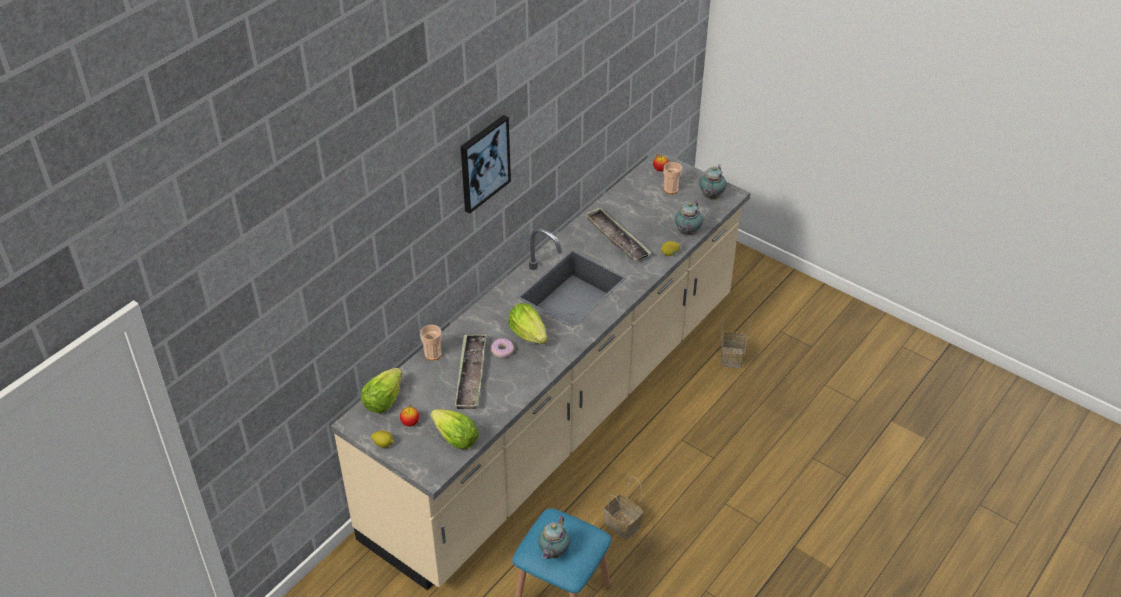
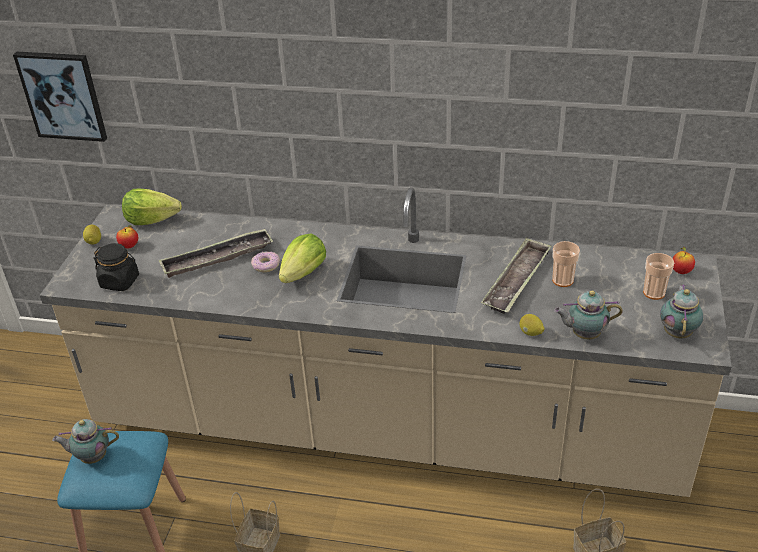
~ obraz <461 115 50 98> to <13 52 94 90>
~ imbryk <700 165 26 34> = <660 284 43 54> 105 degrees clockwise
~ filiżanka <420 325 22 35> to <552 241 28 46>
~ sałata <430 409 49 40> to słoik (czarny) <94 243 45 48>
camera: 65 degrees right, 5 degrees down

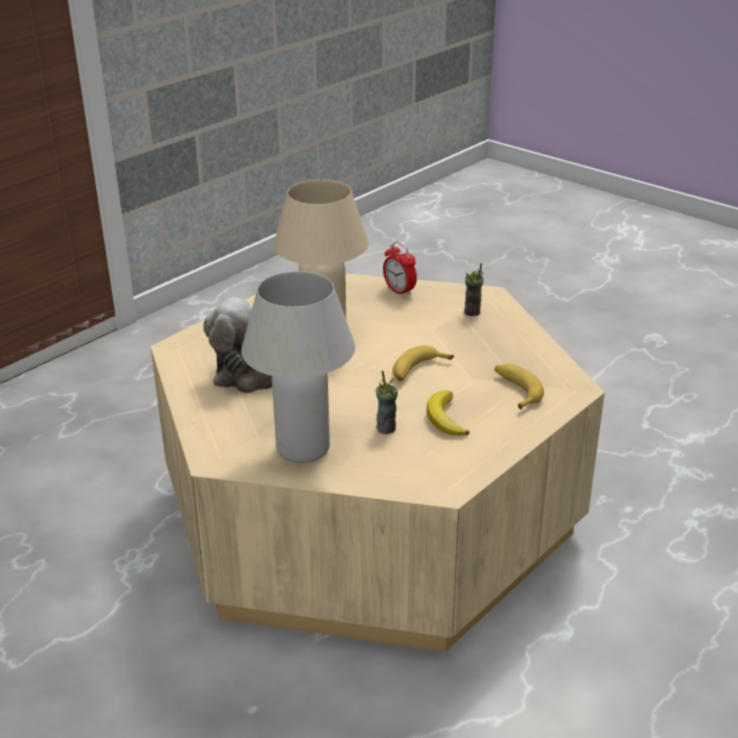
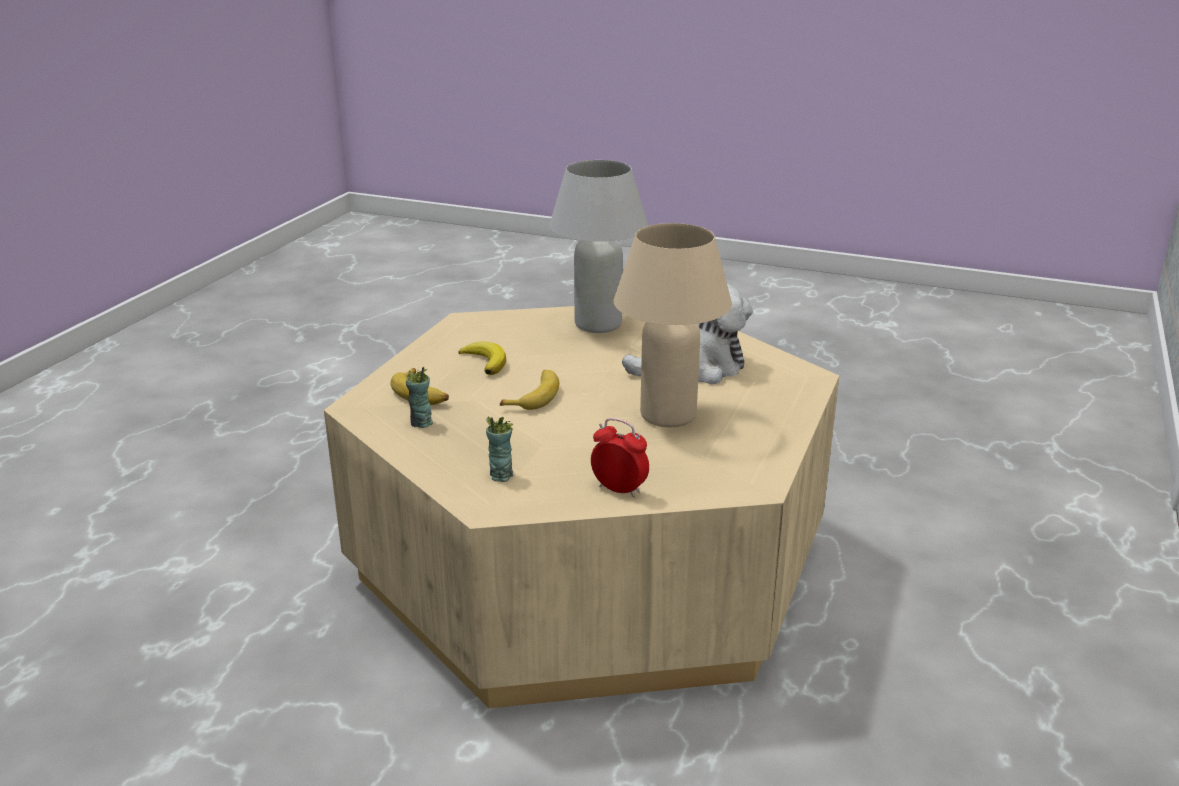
~ filiżanka <376 371 22 63> to <406 367 27 61>
camera: 160 degrees right, 5 degrees down

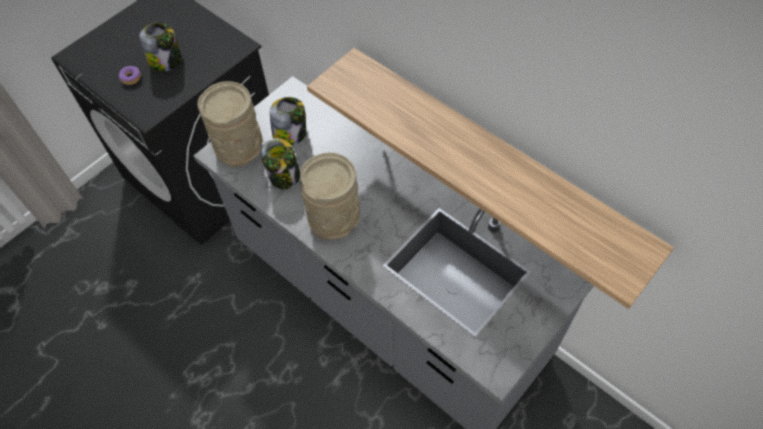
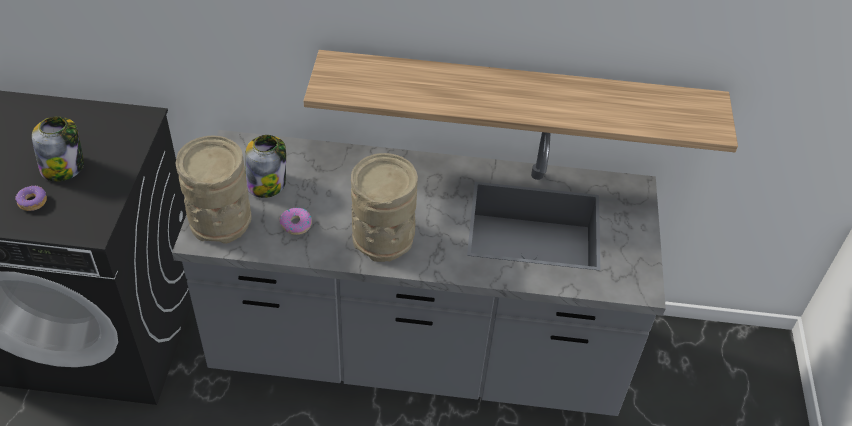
~ słoik <261 138 39 51> to donut <280 207 32 28>
camera: 40 degrees left, 10 degrees down

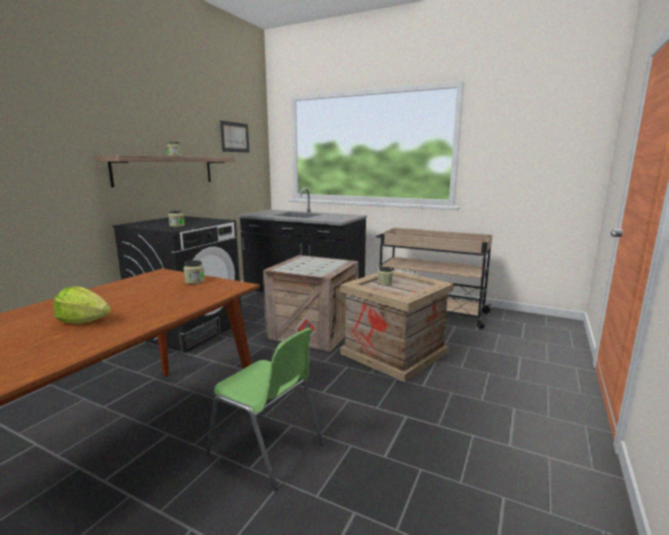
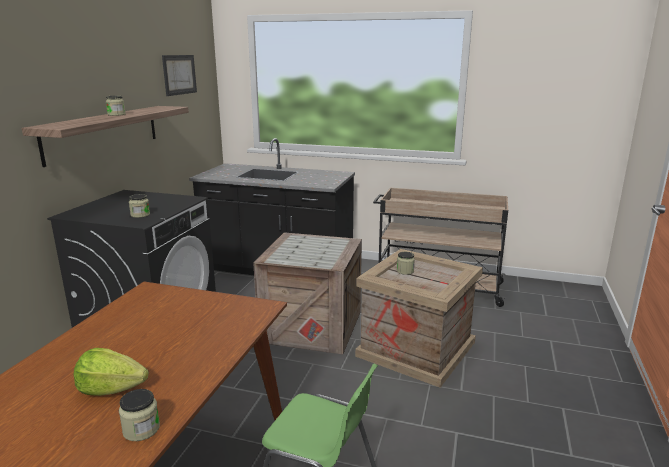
~ słoik <183 260 22 24> to <119 389 41 52>
camera: 10 degrees left, 5 degrees up

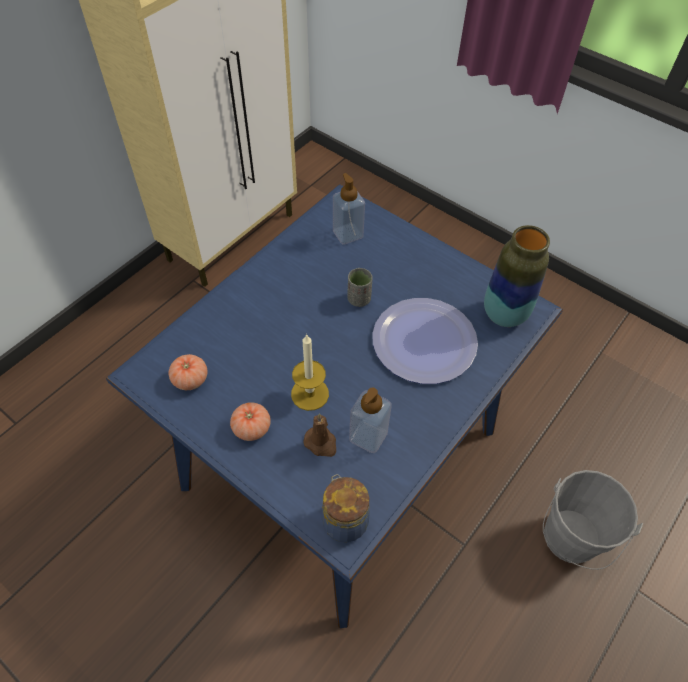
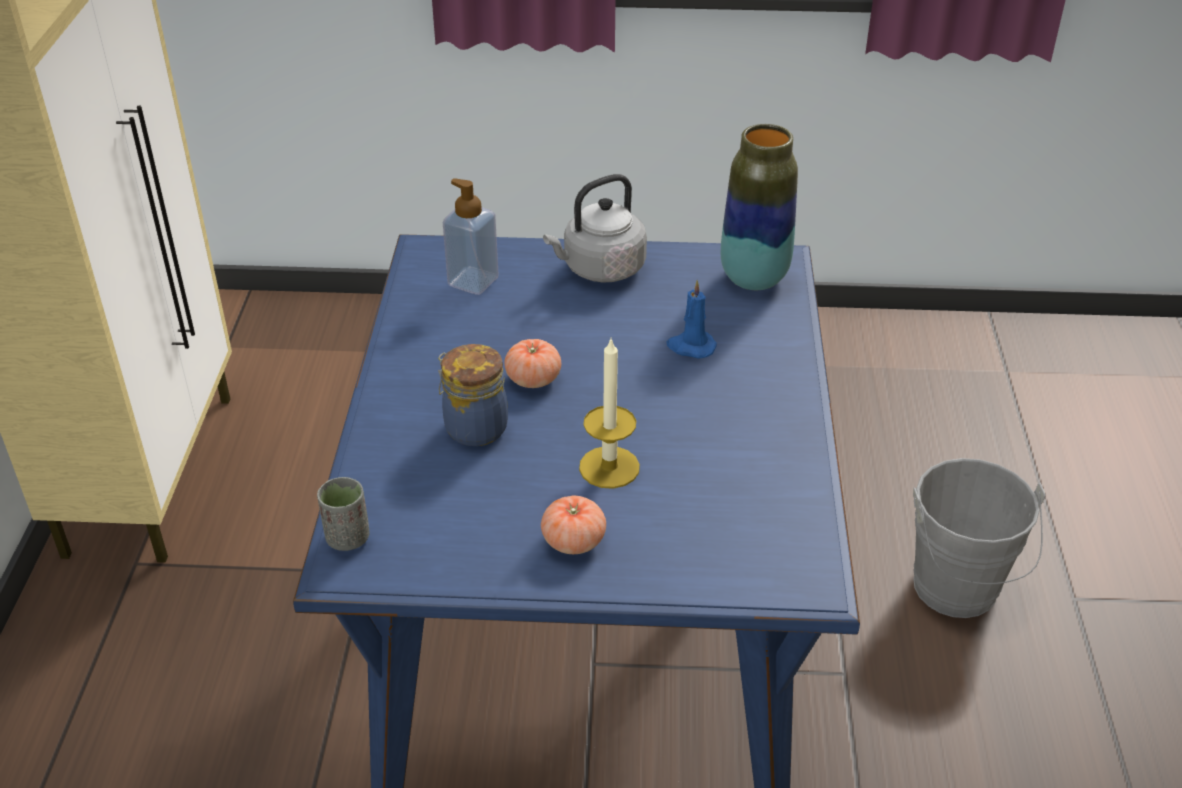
~ filiżanka (szary) <348 268 25 39> to <317 477 53 74>
~ talerz <372 298 106 86> to świeca (niebieski) <666 280 51 79>
~ pomidor <168 354 40 36> to <504 339 57 49>
- dozownik mydła <349 388 43 65>
- świeca (brązowy) <303 413 33 44>
~ słoik <322 474 48 68> to <438 344 70 102>
+ czajnik (szary) <543 174 104 109>
camera: 35 degrees left, 15 degrees down

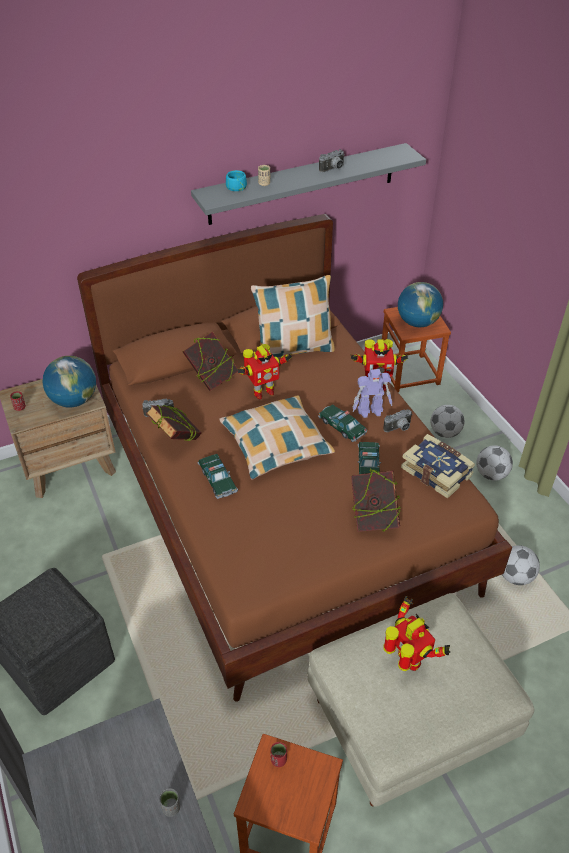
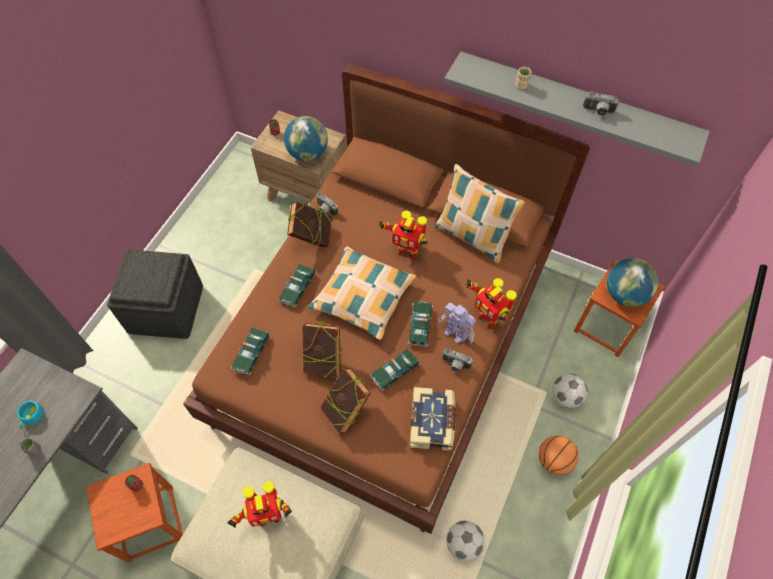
~ filiżanka (turkusowy) <226 170 21 21> to <17 401 27 27>
~ książka <183 332 55 59> to <302 323 40 55>
~ piłka futbolowa <477 445 36 36> to piłka do koszykówki <539 435 40 40>
~ robot zabawkowy <383 596 67 75> = <227 481 65 46> 60 degrees clockwise
+ samochodzik <231 327 39 48>
camera: 50 degrees right, 15 degrees up

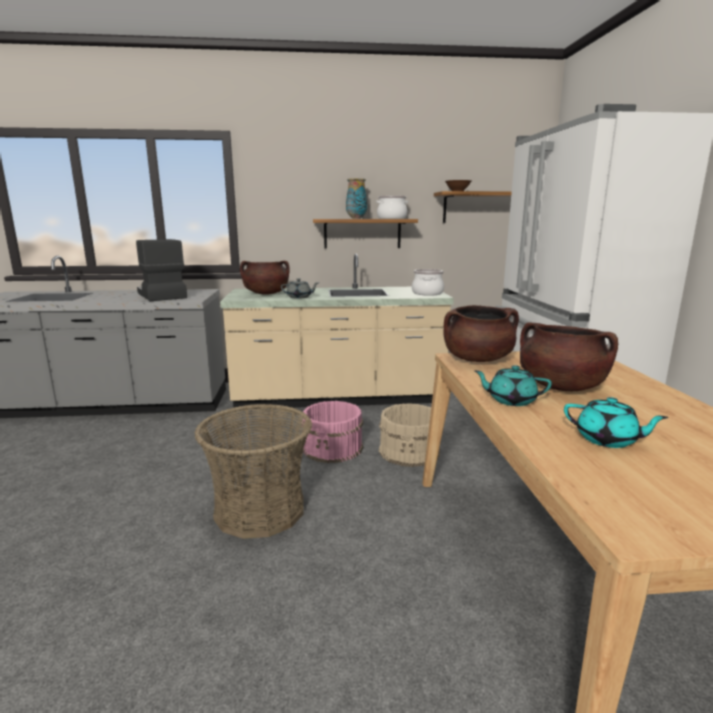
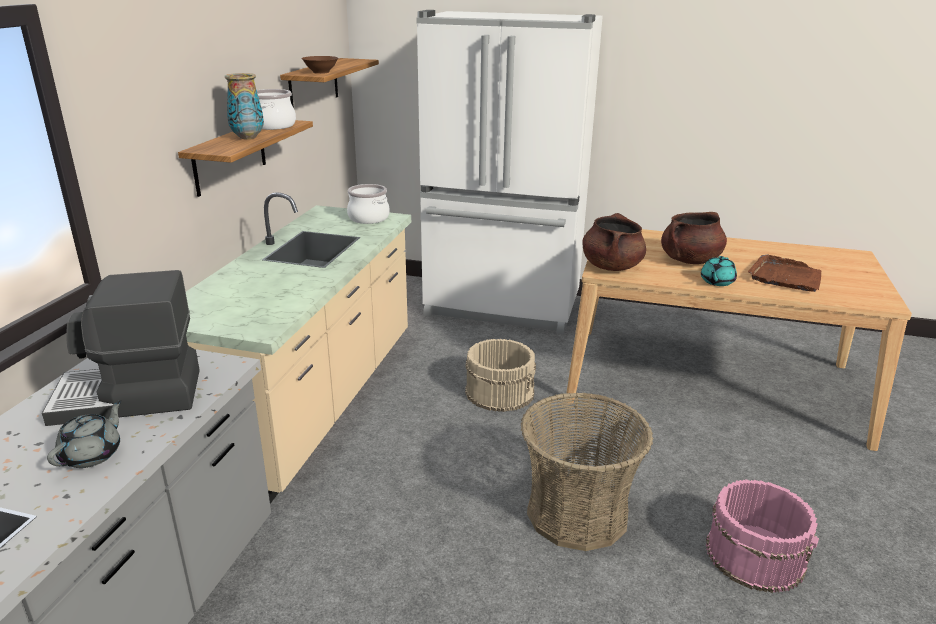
- garnek (brązowy) <240 261 50 34>
~ imbryk (szary) <281 279 37 20> to <47 400 75 68>
~ imbryk (turkusowy) <564 397 105 51> to taca (brązowy) <748 255 73 37>
~ wiadro (różowy) <302 401 61 62> to <706 479 113 114>
camera: 70 degrees left, 10 degrees up

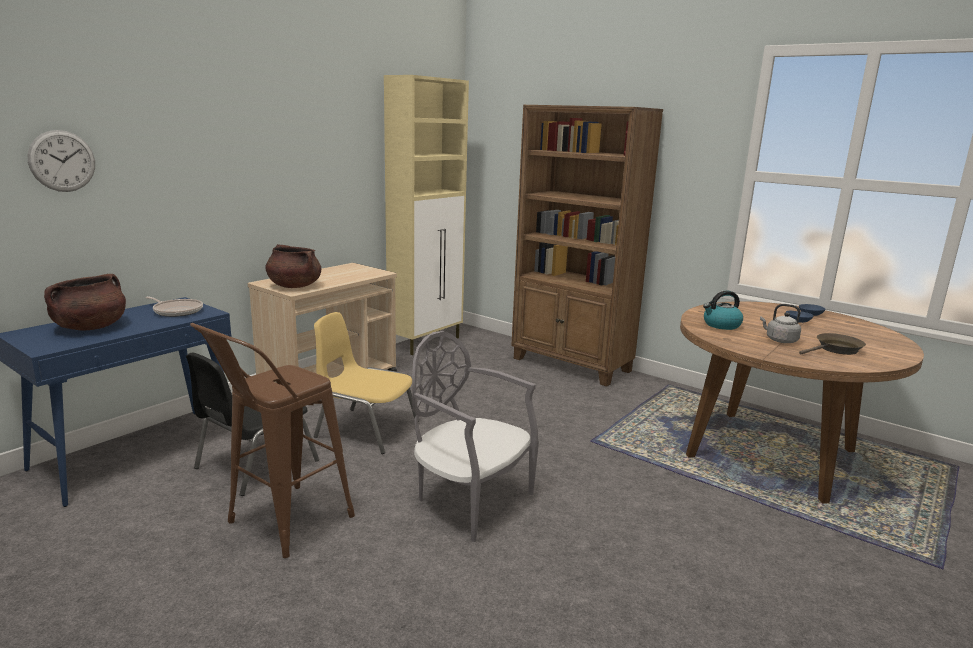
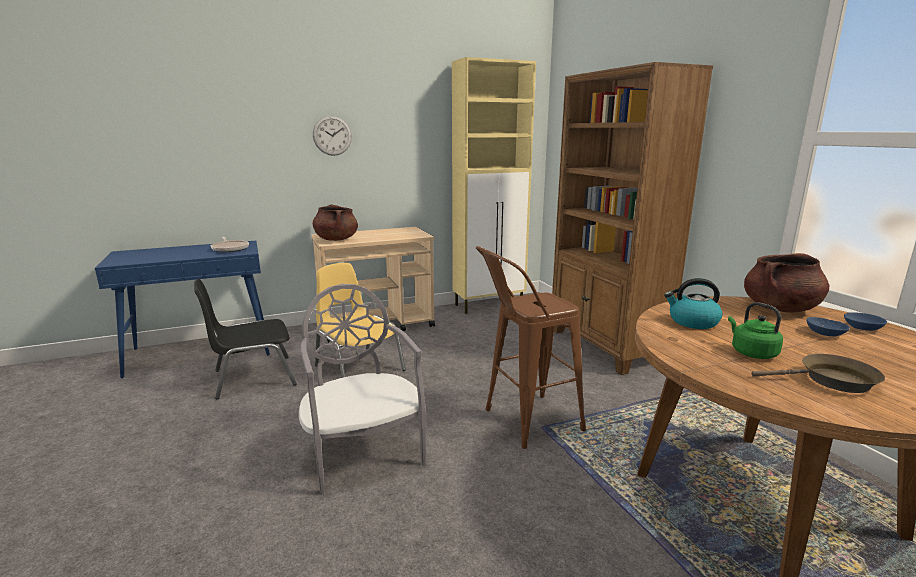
~ zegar ścienny <28 130 67 62> to <313 115 39 41>
~ garnek (brązowy) <44 274 82 57> to <744 253 85 59>
~ czajnik (szary) <760 304 41 39> to czajnik (zielony) <728 302 55 57>
~ stołek (brązowy) <190 323 165 235> to <476 246 110 203>
camera: 30 degrees right, 0 degrees up

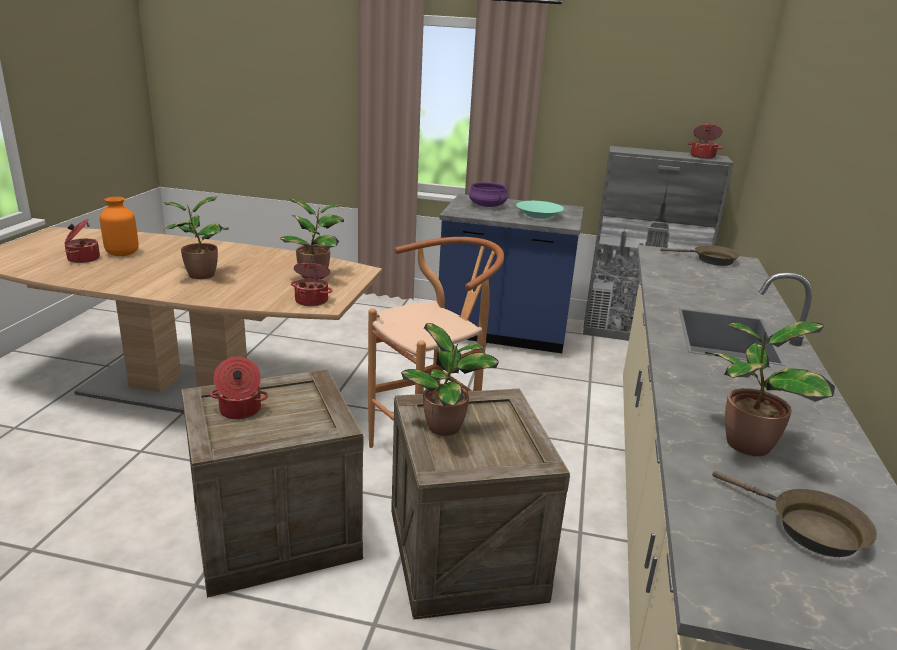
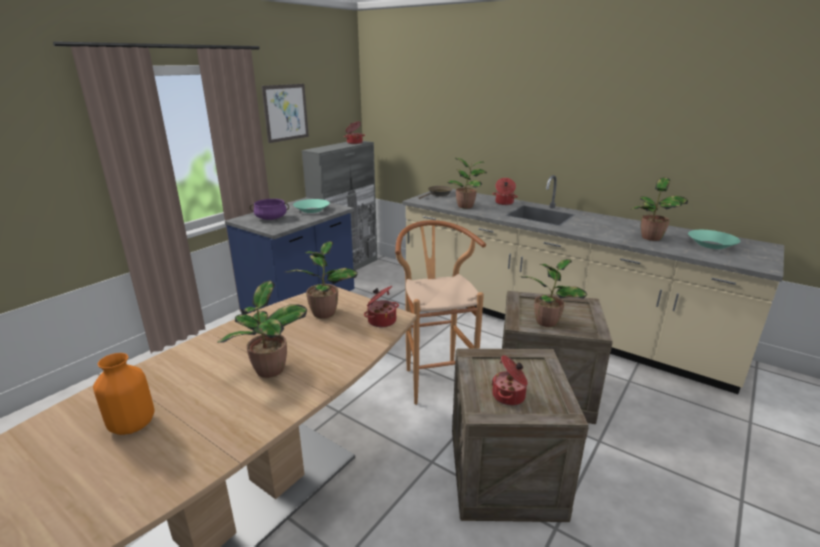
~ garnek <64 219 36 44> to <493 178 25 27>
~ patelnia (brązowy) <712 471 165 86> to miska (turkusowy) <688 230 52 19>
+ obraz <261 84 48 59>
+ roślina doniczkowa <447 157 40 52>
camera: 65 degrees left, 0 degrees up

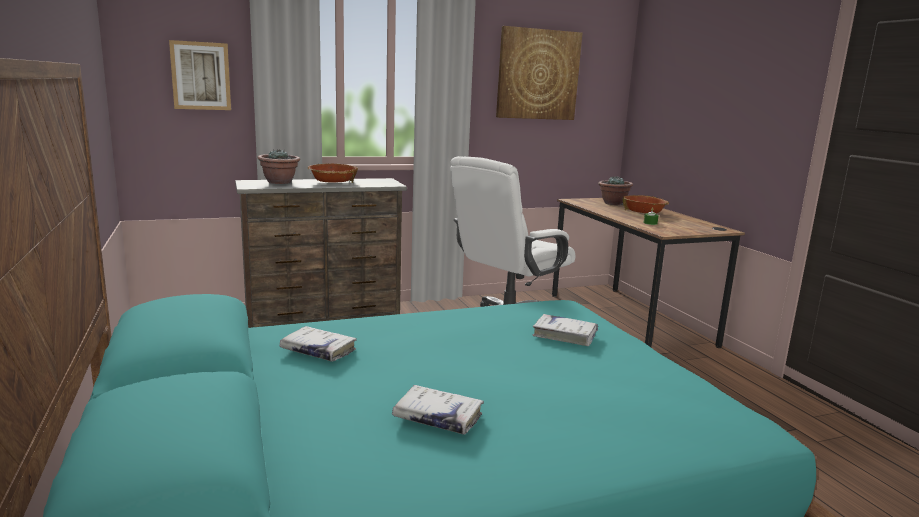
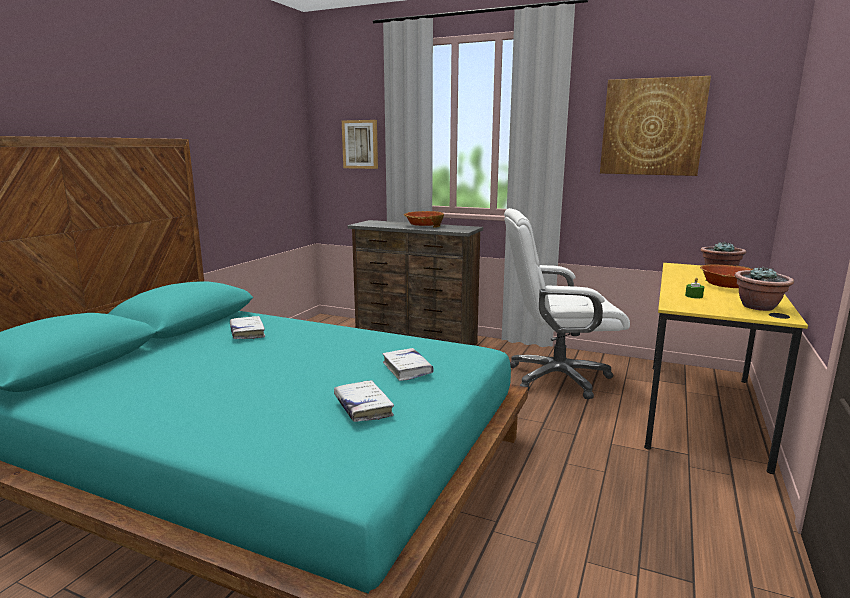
~ roślina doniczkowa <258 149 42 35> to <735 266 59 45>
~ biurko (brązowy) <552 198 193 150> to biurko (żółty) <644 263 164 211>
~ książka (biały) <392 385 92 50> to <334 380 60 42>
camera: 45 degrees right, 0 degrees up

